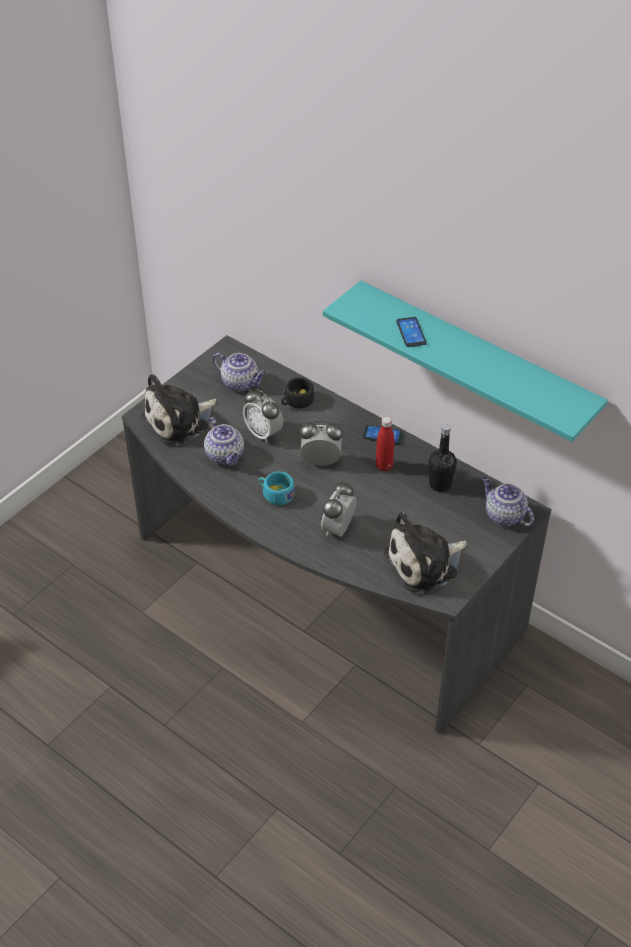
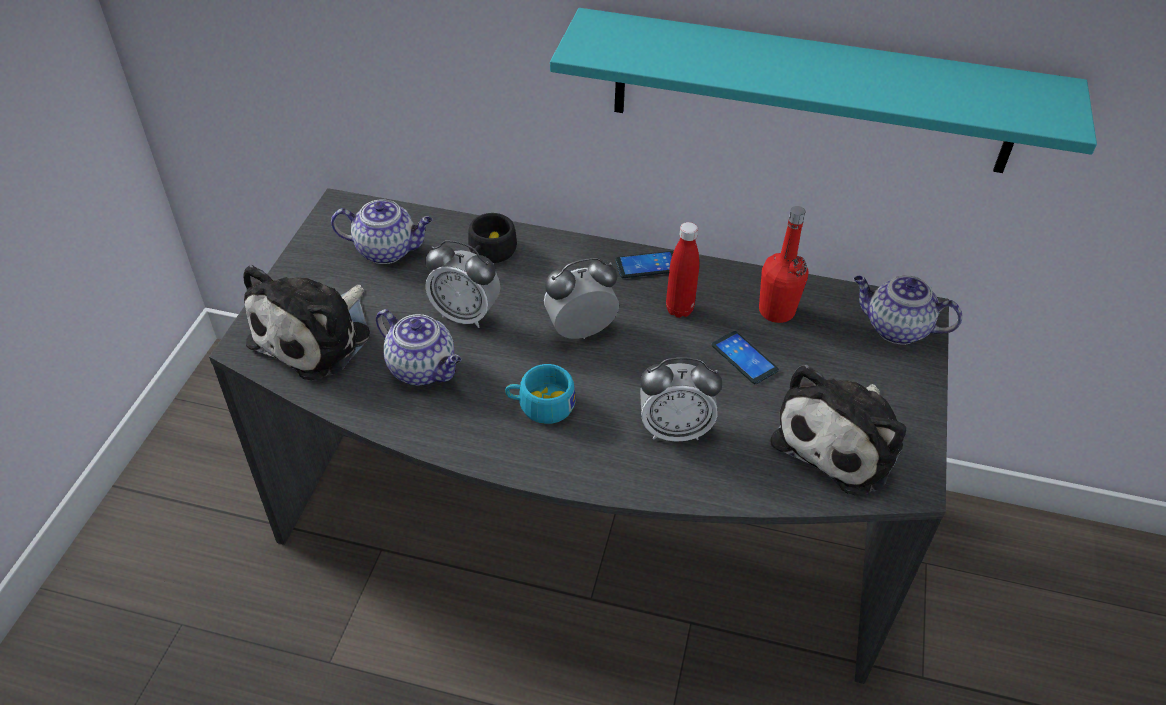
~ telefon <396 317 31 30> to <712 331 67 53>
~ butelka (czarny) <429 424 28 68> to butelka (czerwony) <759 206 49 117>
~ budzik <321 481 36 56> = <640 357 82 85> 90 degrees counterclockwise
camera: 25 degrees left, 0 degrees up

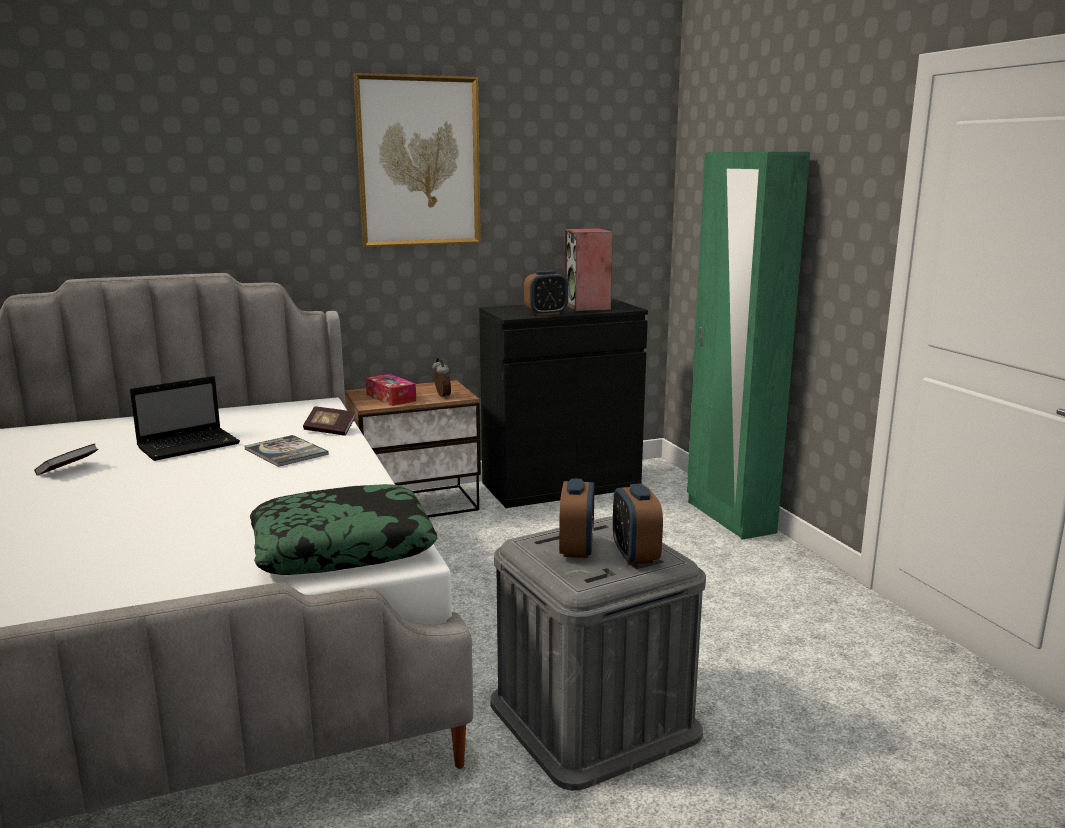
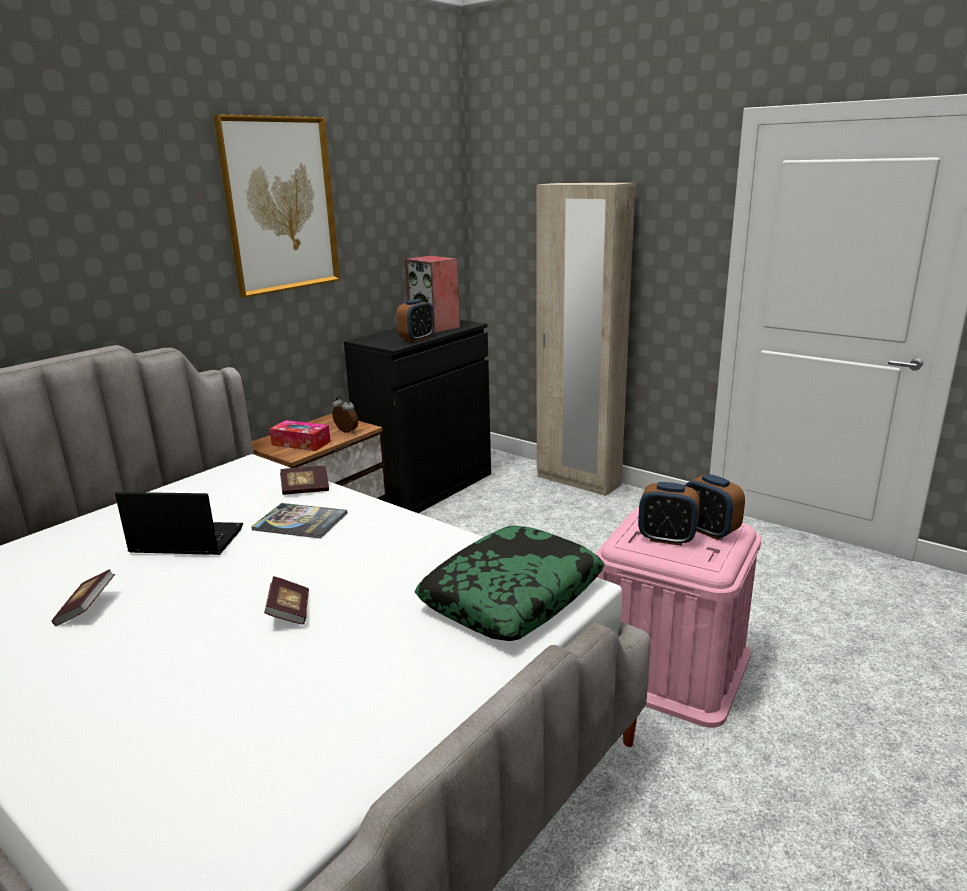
~ szafa (zielony) <687 152 123 388> to szafa (beżowy) <537 183 98 313>
~ laptop <130 376 110 85> = <115 492 128 63> 105 degrees counterclockwise
~ budzik <559 478 36 80> = <638 482 62 64> 135 degrees clockwise
~ pojemnik do przechowywania (szary) <491 517 215 274> to pojemnik do przechowywania (różowy) <596 507 165 221>
+ książka <264 576 45 49>
camera: 30 degrees left, 5 degrees up

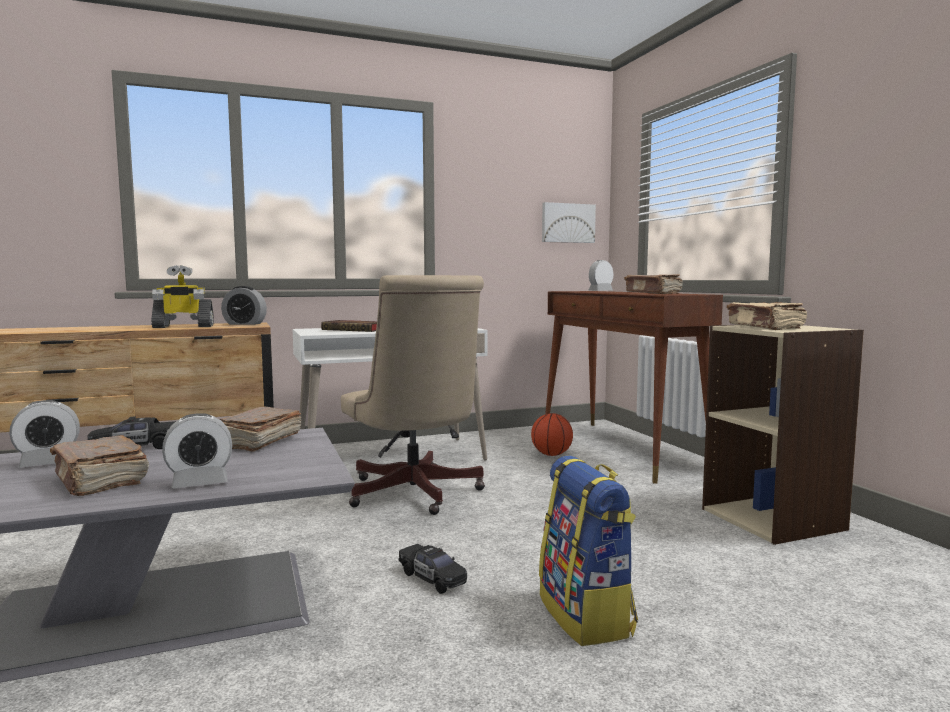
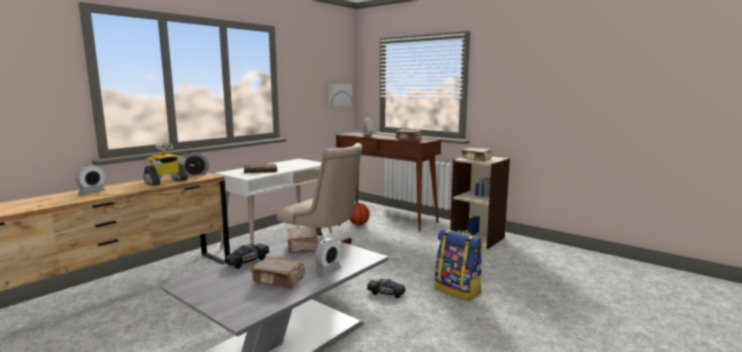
~ budzik <9 400 71 67> to <75 165 30 29>
camera: 30 degrees left, 5 degrees up

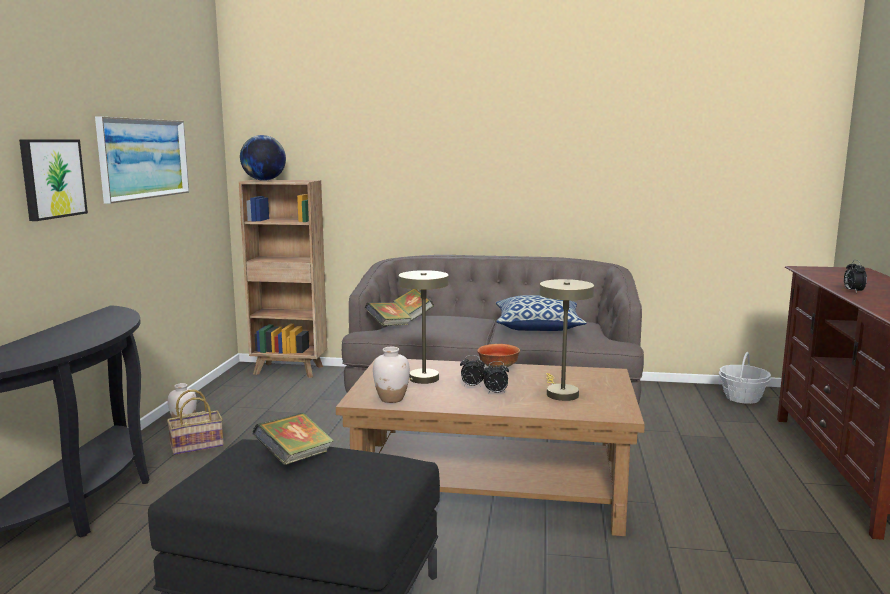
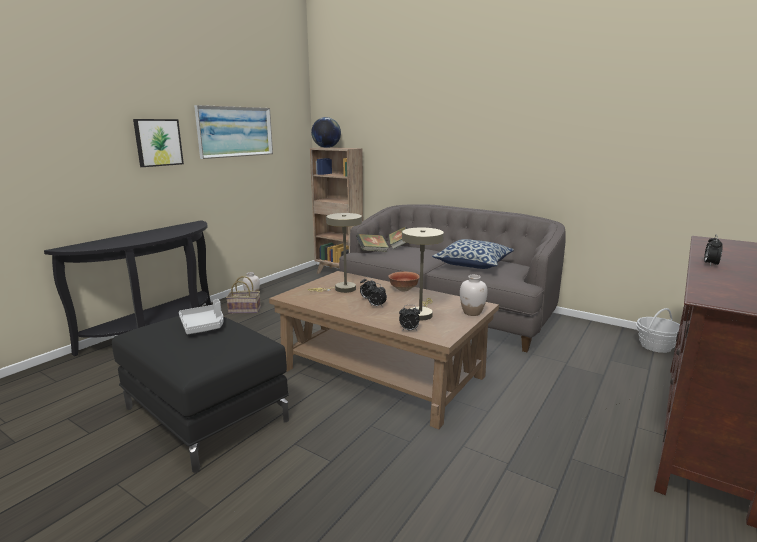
~ wazon (biały) <373 347 37 56> to <460 275 28 41>
~ książka <252 413 82 52> to taca (szary) <179 299 45 35>
+ budzik <399 305 21 25>
camera: 25 degrees right, 5 degrees up

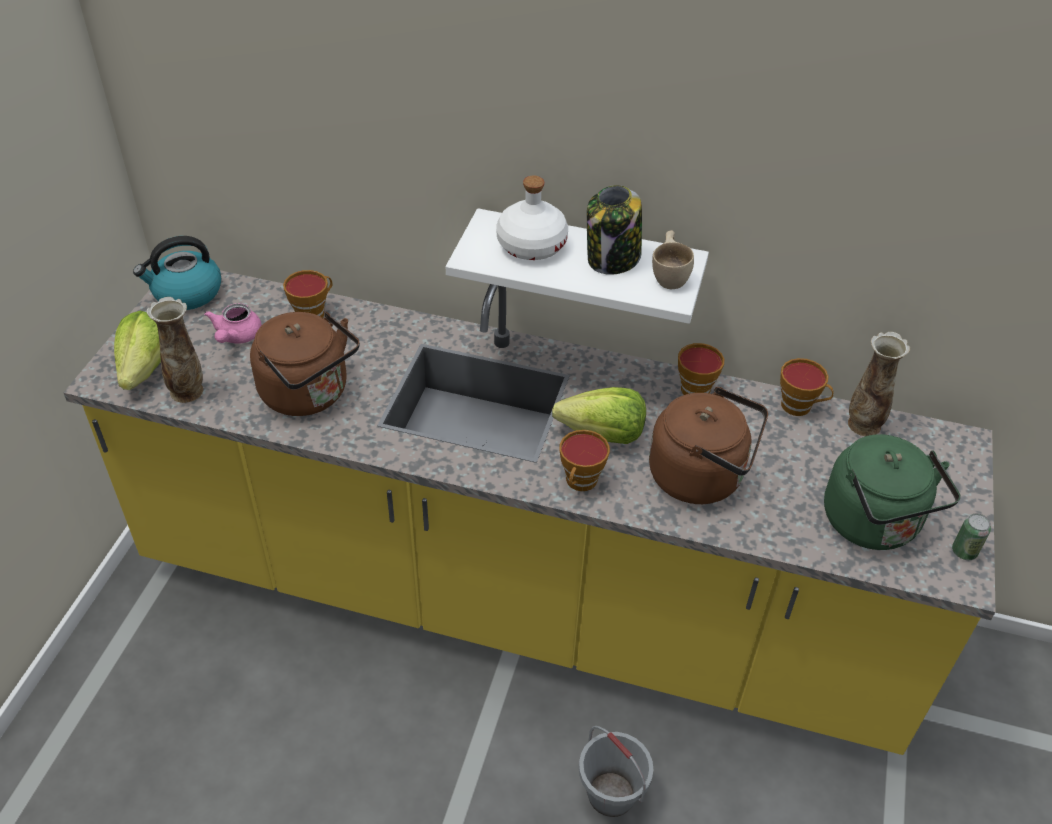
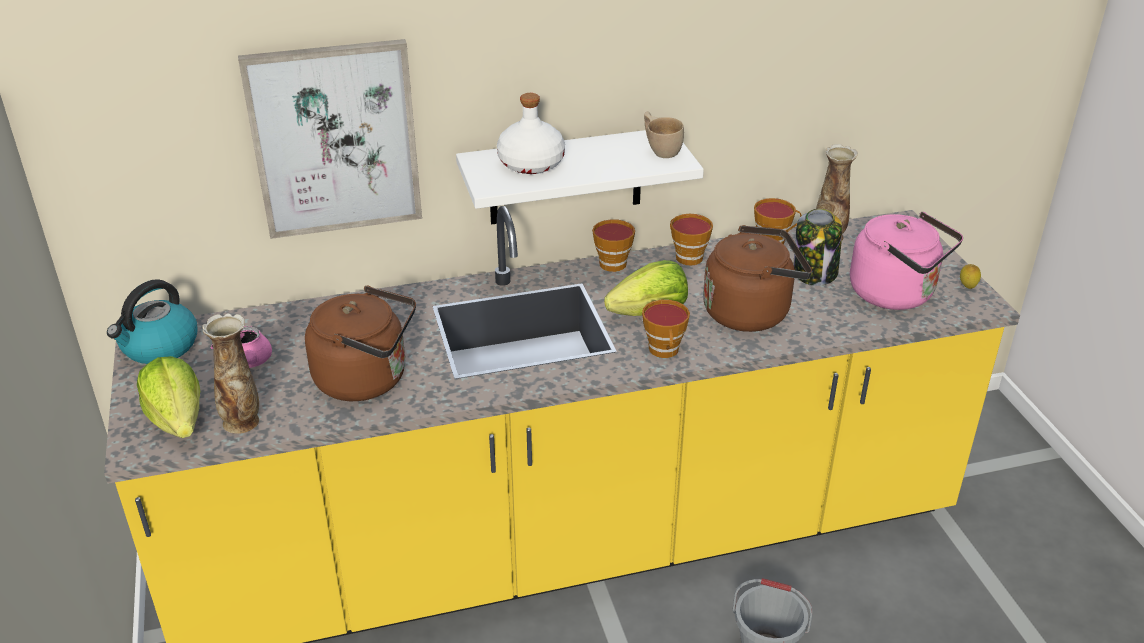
~ słoik <587 185 55 90> to <794 209 48 77>
~ filiżanka <283 270 50 48> to <592 219 43 53>
~ czajnik (zielony) <824 434 137 116> to czajnik (różowy) <850 212 113 98>
~ puszka <952 513 39 47> to cytryna <960 264 21 25>
+ obraz <238 39 184 200>
camera: 30 degrees left, 10 degrees down

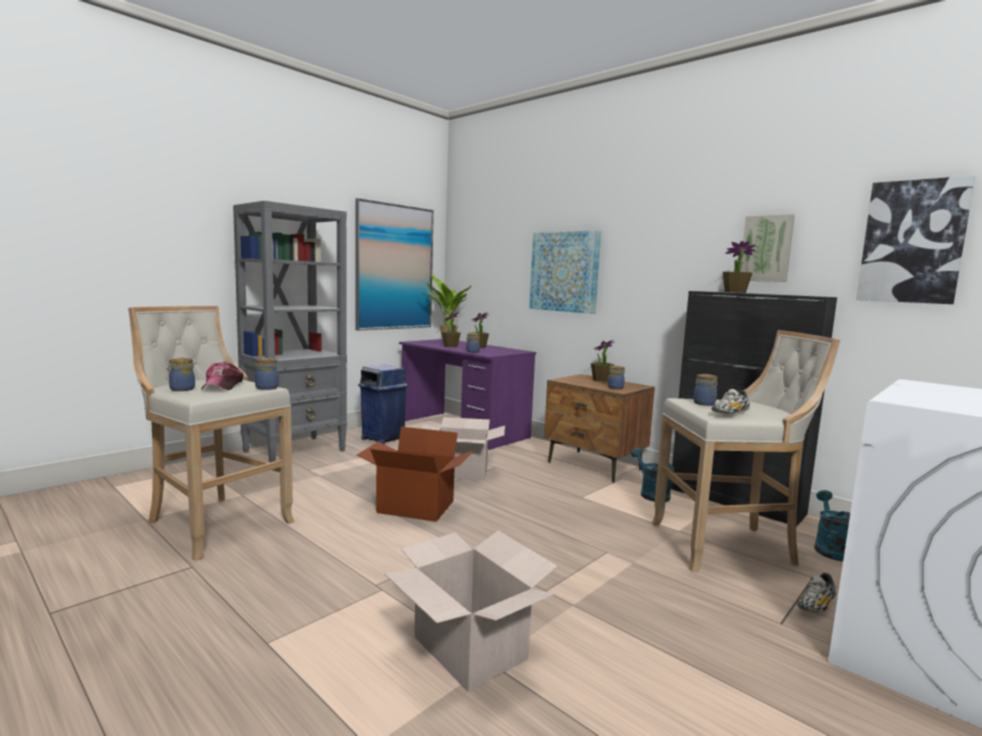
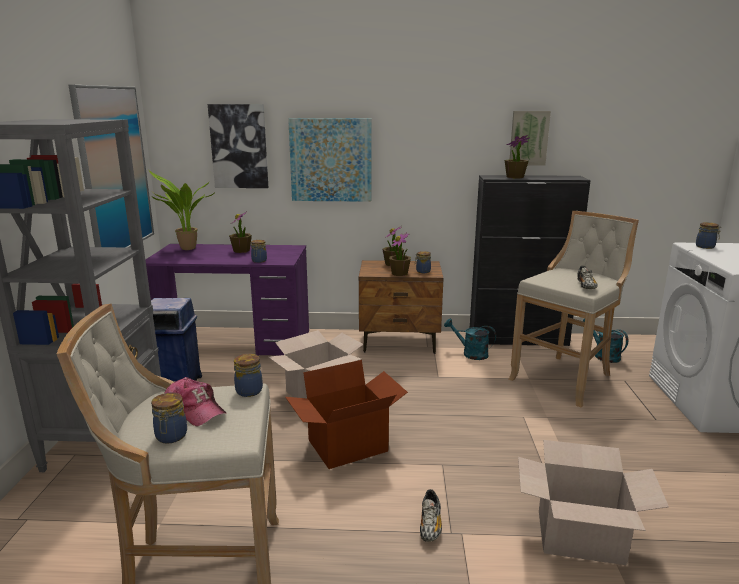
~ obraz <856 175 119 129> to <208 104 60 84>
~ roślina doniczkowa <442 311 19 36> to <389 232 22 44>
~ słoik <693 374 25 32> to <696 222 25 27>
~ but <797 573 39 39> to <420 489 22 53>
camera: 40 degrees left, 10 degrees up

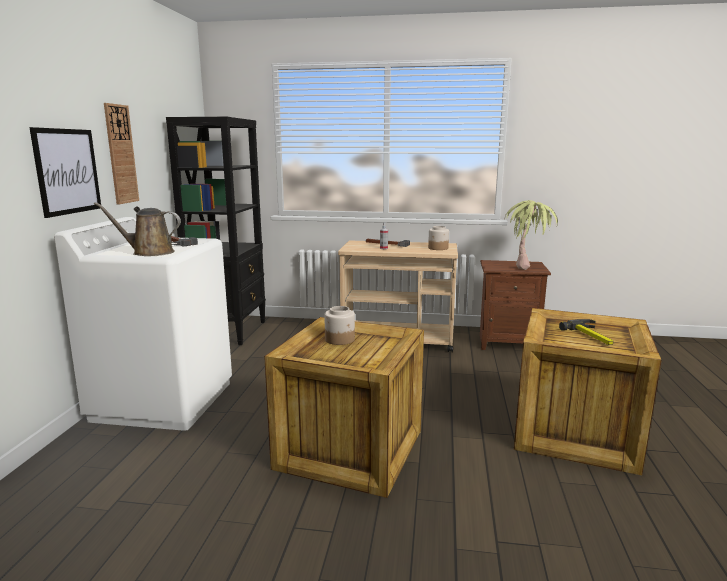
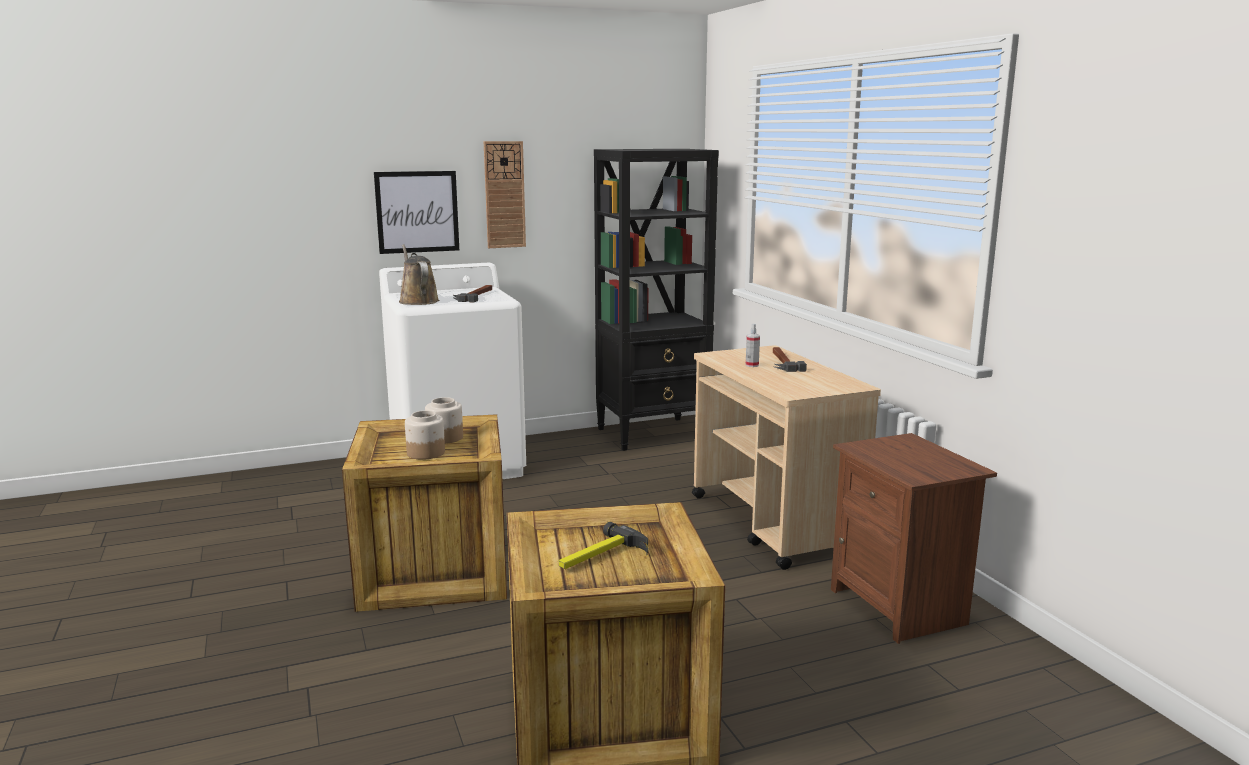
- roślina doniczkowa <504 200 54 70>
~ słoik <428 226 21 24> to <405 411 40 49>
camera: 60 degrees right, 0 degrees up

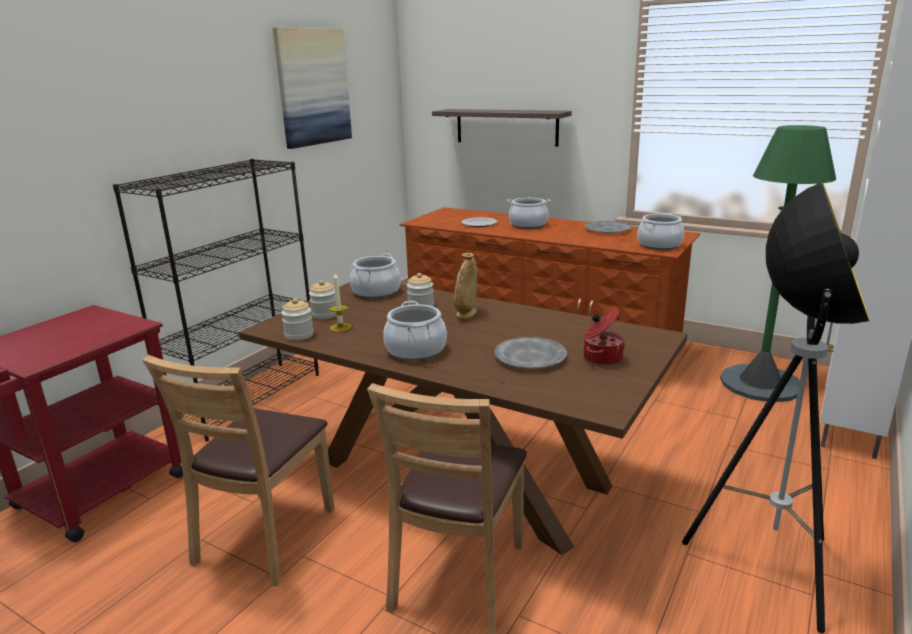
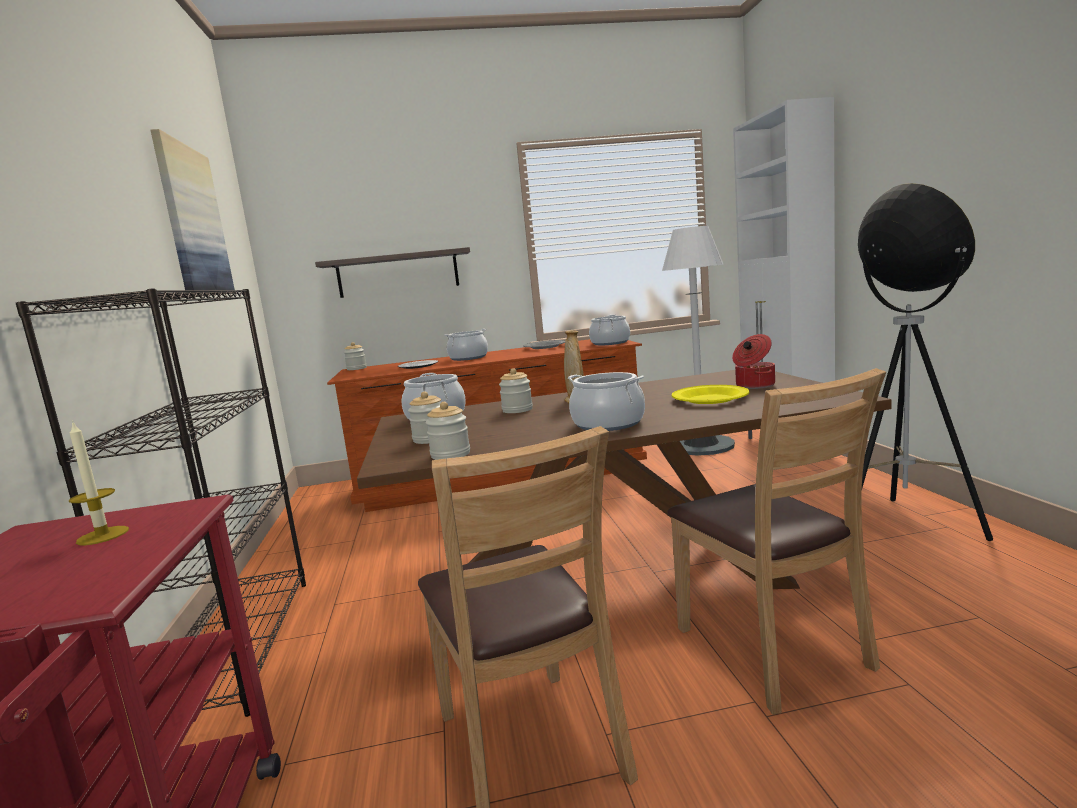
~ lampa stojąca (zielony) <720 125 116 277> to lampa stojąca (biały) <662 226 73 230>
~ świeca <329 273 22 59> to <69 420 60 125>
~ talerz (szary) <495 337 72 32> to talerz (żółty) <672 385 78 19>
+ słoik <344 342 23 28>
camera: 40 degrees left, 10 degrees down

